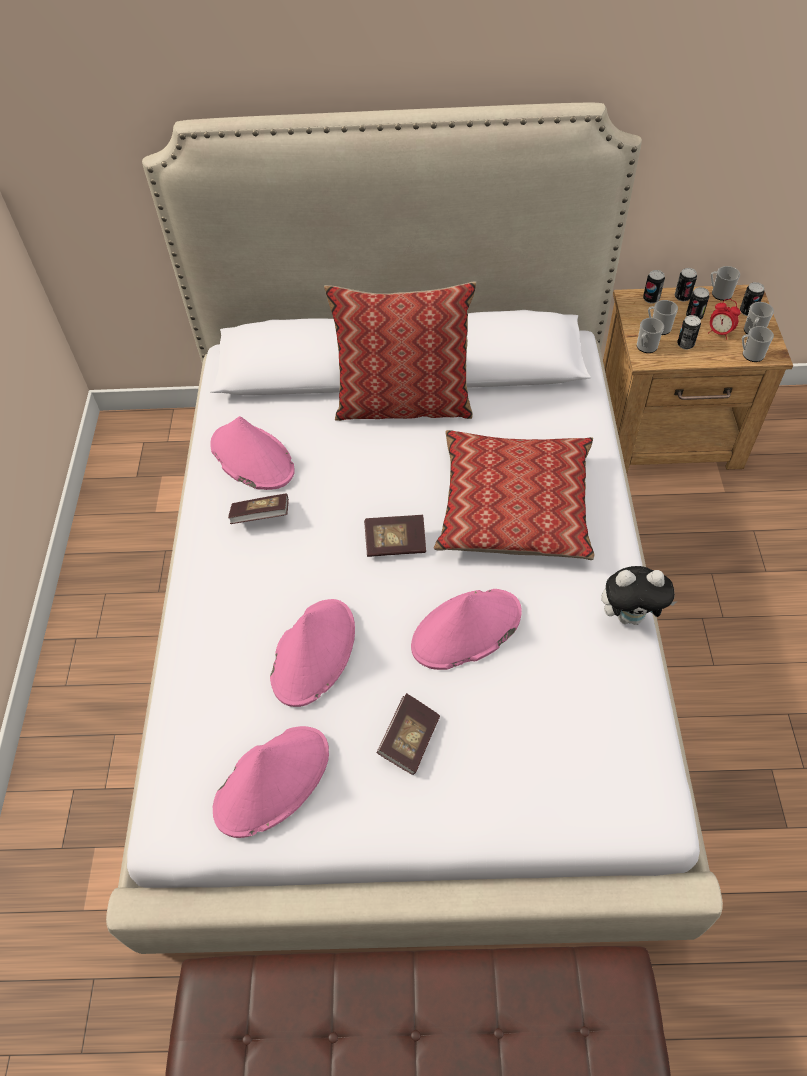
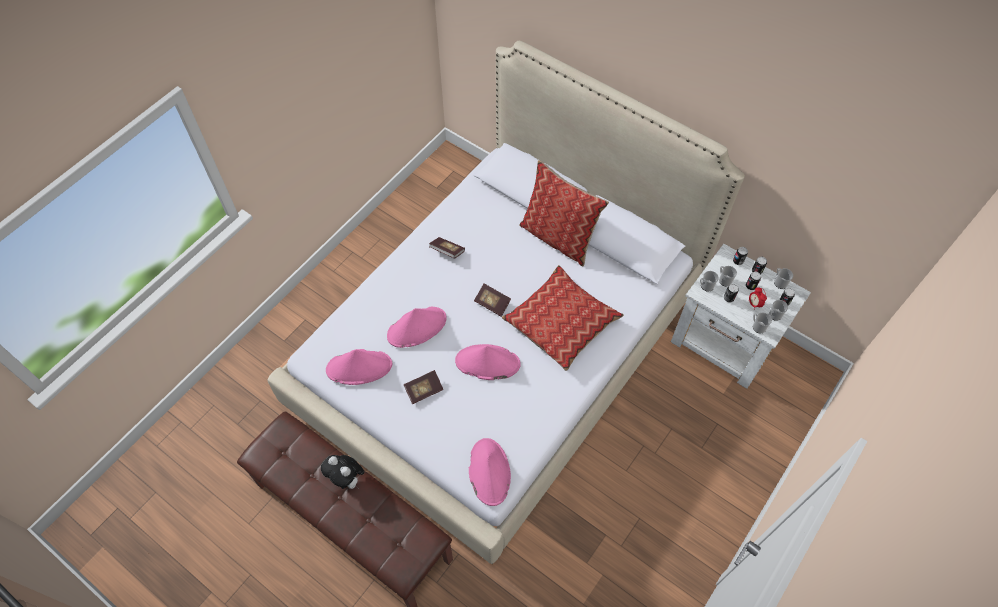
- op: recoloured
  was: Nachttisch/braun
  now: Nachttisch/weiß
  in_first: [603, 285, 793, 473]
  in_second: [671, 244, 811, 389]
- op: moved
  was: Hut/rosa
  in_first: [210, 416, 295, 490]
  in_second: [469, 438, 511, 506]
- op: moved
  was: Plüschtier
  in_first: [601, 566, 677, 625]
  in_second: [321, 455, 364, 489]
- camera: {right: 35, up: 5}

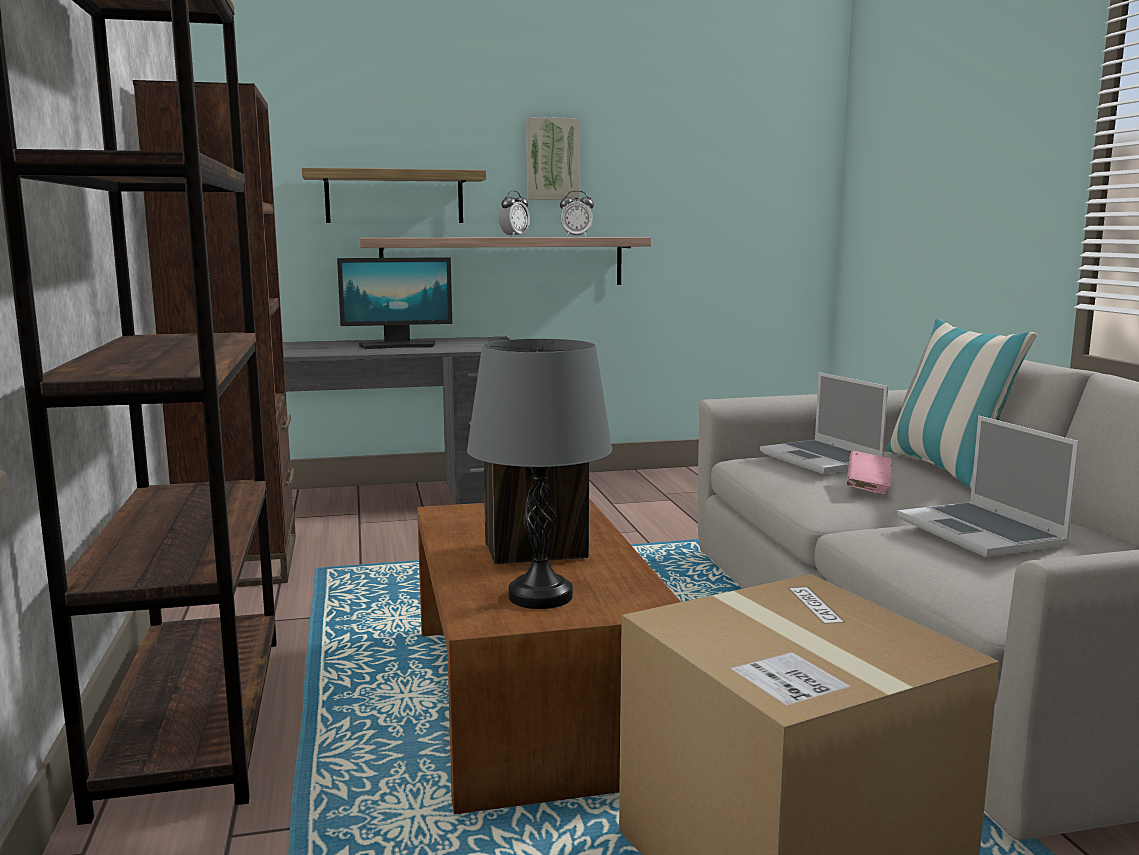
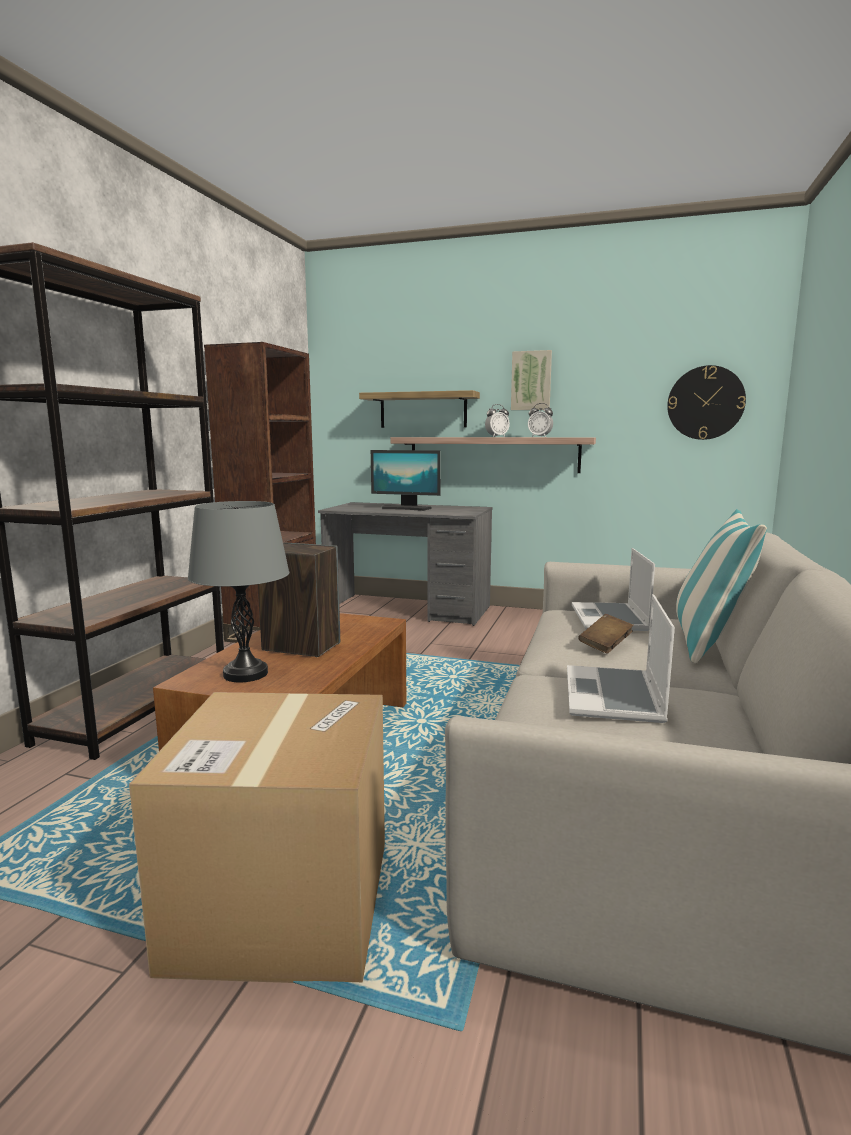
- op: recoloured
  was: Buch/rosa
  now: Buch/braun
  in_first: [847, 451, 892, 495]
  in_second: [579, 614, 634, 653]
- op: added
  now: Wanduhr
  in_second: [667, 365, 746, 440]
- camera: {right: 30, up: 0}

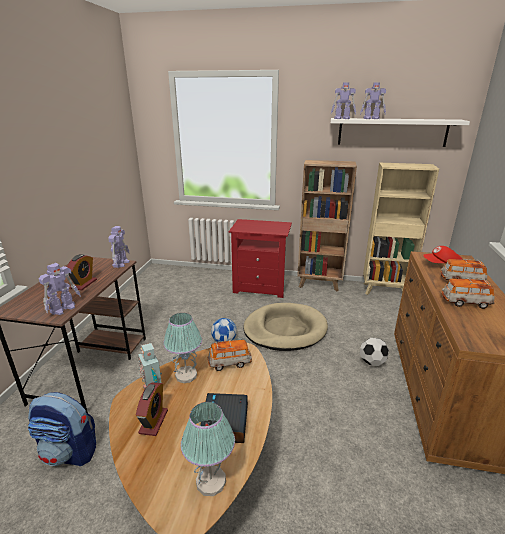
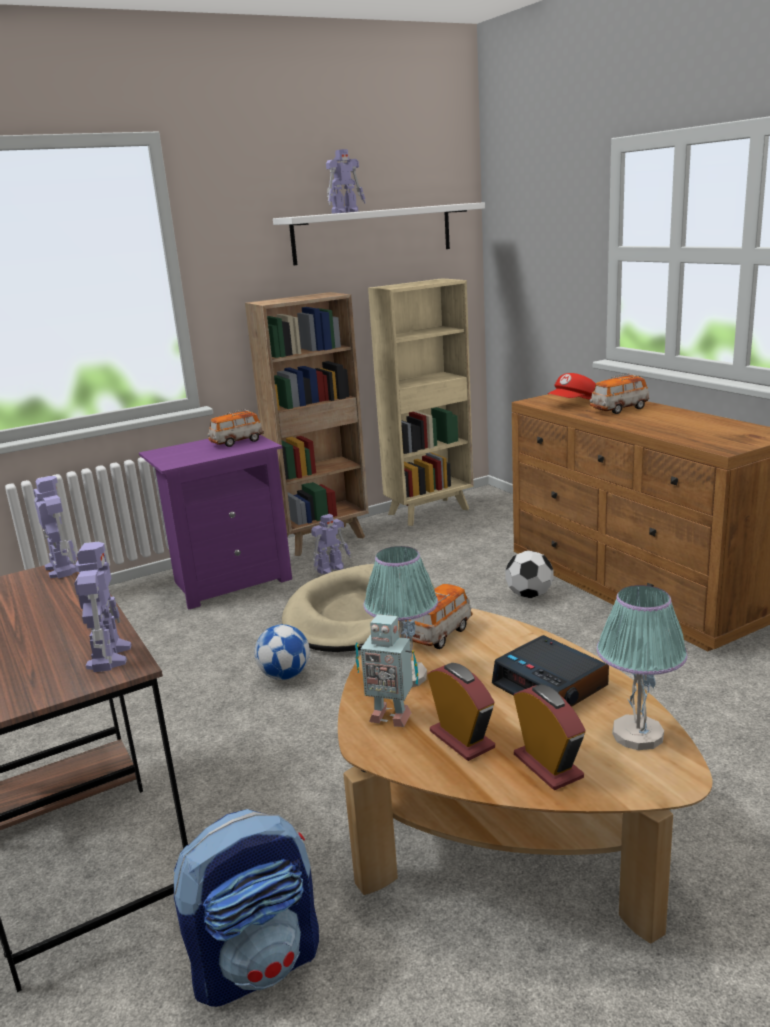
- op: moved
  was: Spielzeugroboter
  in_first: [331, 82, 356, 119]
  in_second: [311, 514, 351, 574]
- op: recoloured
  was: Nachttisch/rot
  now: Nachttisch/lila
  in_first: [229, 219, 292, 298]
  in_second: [139, 435, 292, 610]
- op: moved
  was: Wecker
  in_first: [67, 254, 97, 290]
  in_second: [514, 684, 586, 790]
- op: moved
  was: Spielzeugauto
  in_first: [442, 278, 495, 309]
  in_second: [208, 409, 264, 447]
- camera: {right: -40, up: -5}

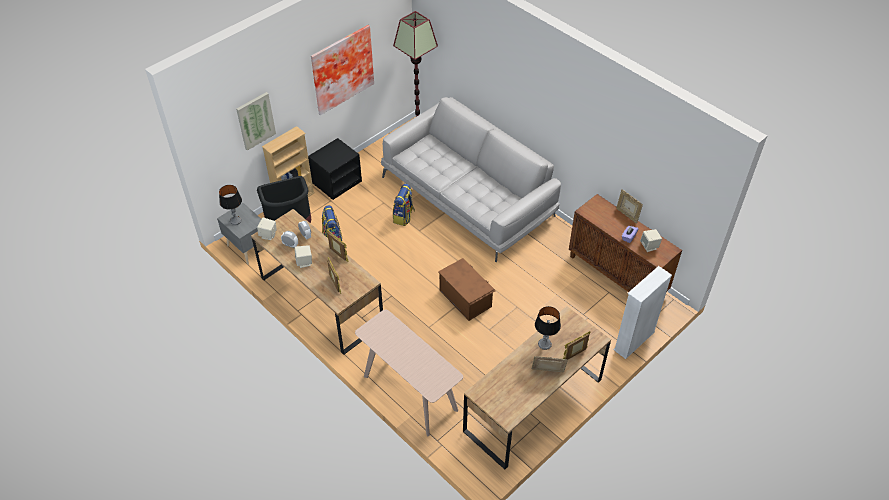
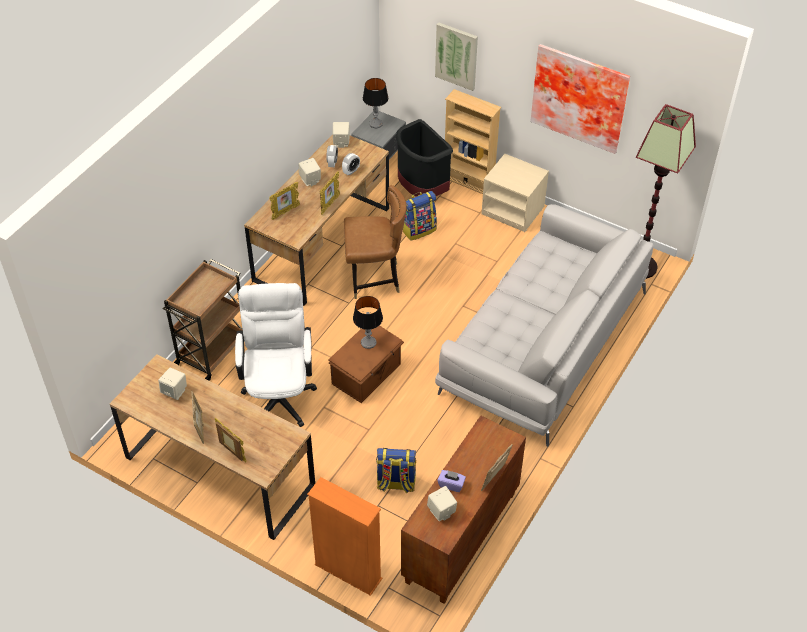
- op: recoloured
  was: Nachttisch/schwarz
  now: Nachttisch/beige
  in_first: [308, 138, 362, 200]
  in_second: [482, 154, 549, 232]
- op: moved
  was: Rucksack
  in_first: [393, 183, 415, 226]
  in_second: [376, 448, 416, 494]
- op: recoloured
  was: Bücherregal/weiß
  now: Bücherregal/orange
  in_first: [613, 266, 672, 359]
  in_second: [307, 477, 383, 596]
- op: moved
  was: Tischlampe
  in_first: [535, 306, 561, 350]
  in_second: [353, 296, 383, 349]
- op: replaced
  was: Konsolentisch/beige
  now: Rollwagen/braun
  in_first: [355, 309, 463, 436]
  in_second: [163, 259, 244, 381]
- op: added
  now: Stuhl/braun
  in_second: [344, 185, 407, 299]
- op: added
  now: Bürostuhl/weiß
  in_second: [235, 283, 317, 427]
- op: added
  now: Lautsprecher/beige
  in_second: [158, 368, 187, 400]
- camera: {right: 75, up: 0}

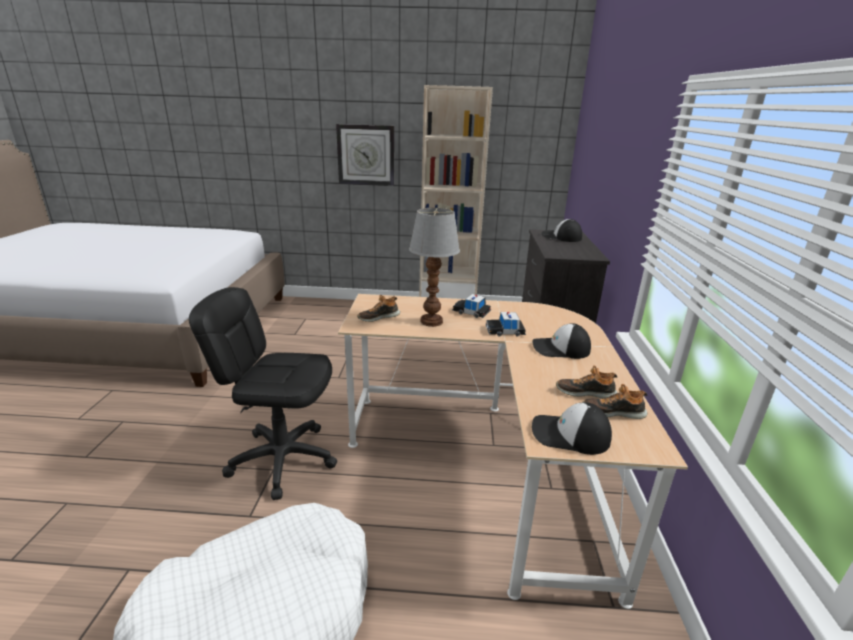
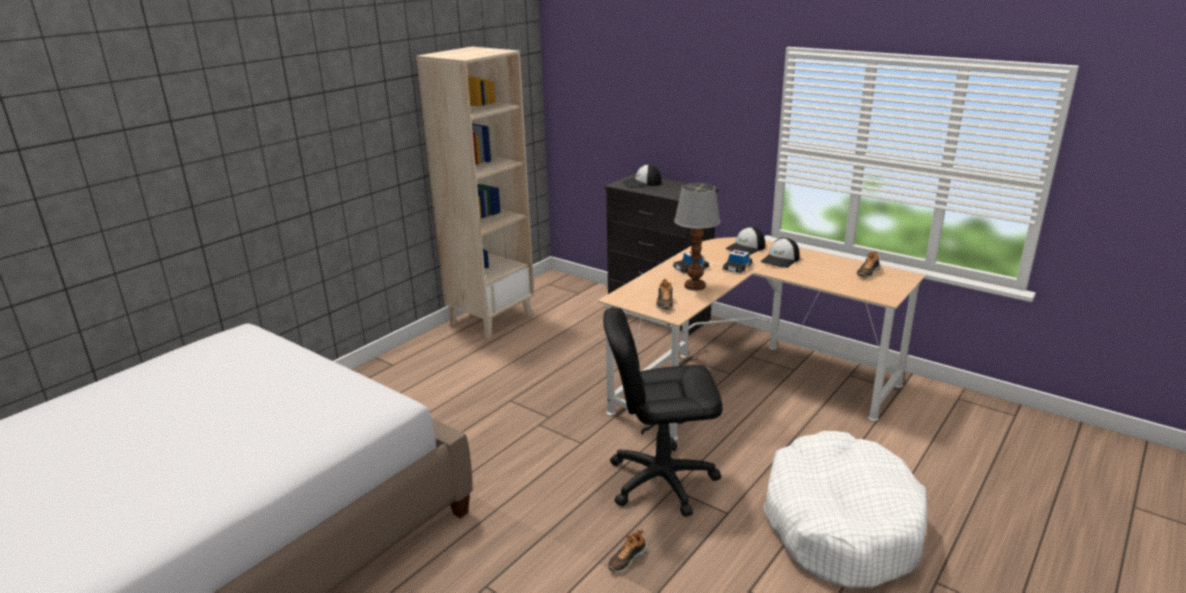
- op: removed
  was: Wanduhr
  in_first: [336, 124, 394, 186]
- op: turned
  was: Bürostuhl/schwarz
  in_first: [189, 287, 337, 500]
  in_second: [603, 308, 723, 517]
  clockwise: 45
- op: moved
  was: Schuh
  in_first: [556, 366, 617, 398]
  in_second: [608, 530, 648, 573]
- op: moved
  was: Kappe
  in_first: [532, 403, 612, 455]
  in_second: [725, 227, 765, 255]
- camera: {right: -55, up: 0}

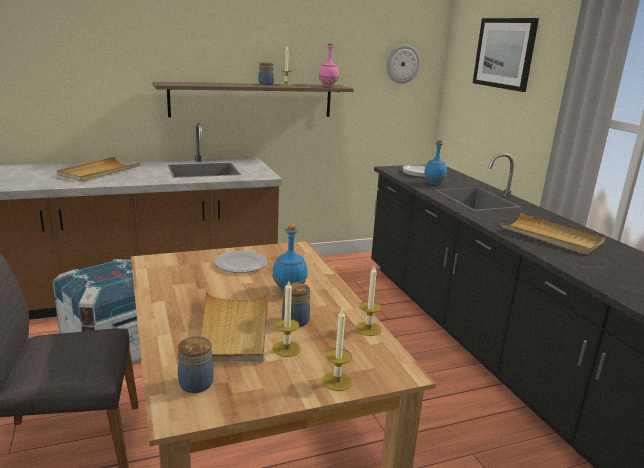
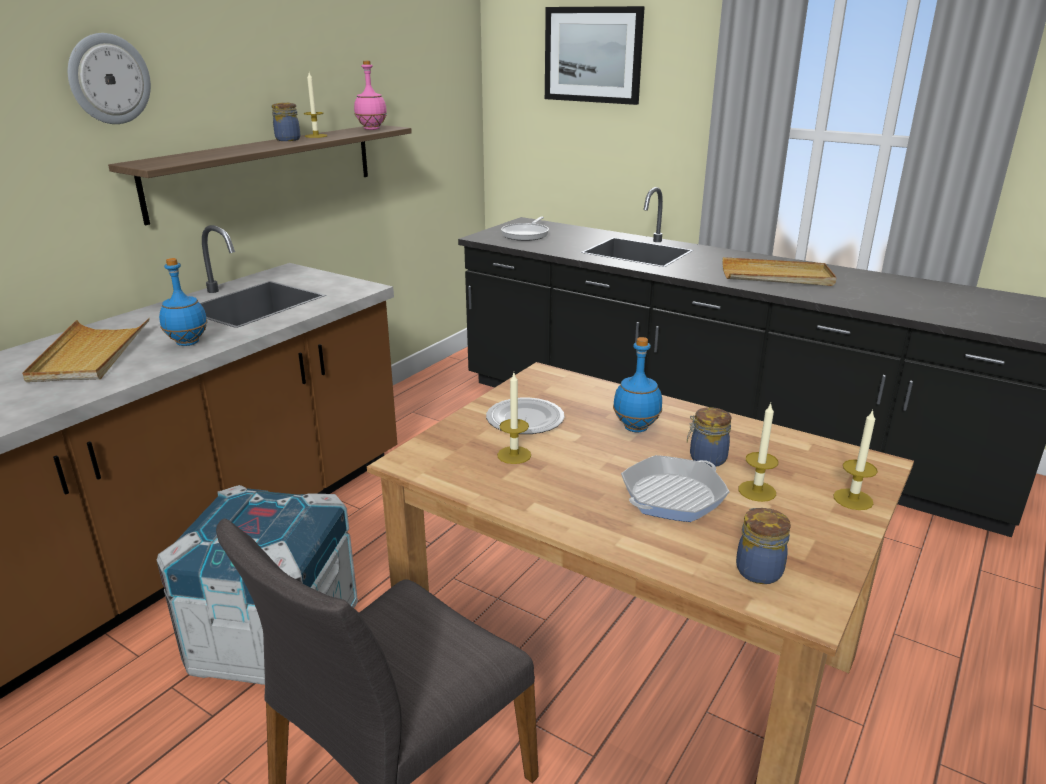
- op: moved
  was: Wanduhr
  in_first: [386, 44, 420, 84]
  in_second: [68, 33, 151, 124]
- op: moved
  was: Flasche/blau
  in_first: [424, 140, 447, 185]
  in_second: [159, 258, 207, 346]
- op: moved
  was: Kerze
  in_first: [356, 265, 382, 336]
  in_second: [497, 373, 531, 464]
- op: replaced
  was: Tablett/beige
  now: Pfanne
  in_first: [200, 291, 269, 362]
  in_second: [621, 455, 730, 522]
- camera: {right: -35, up: 5}

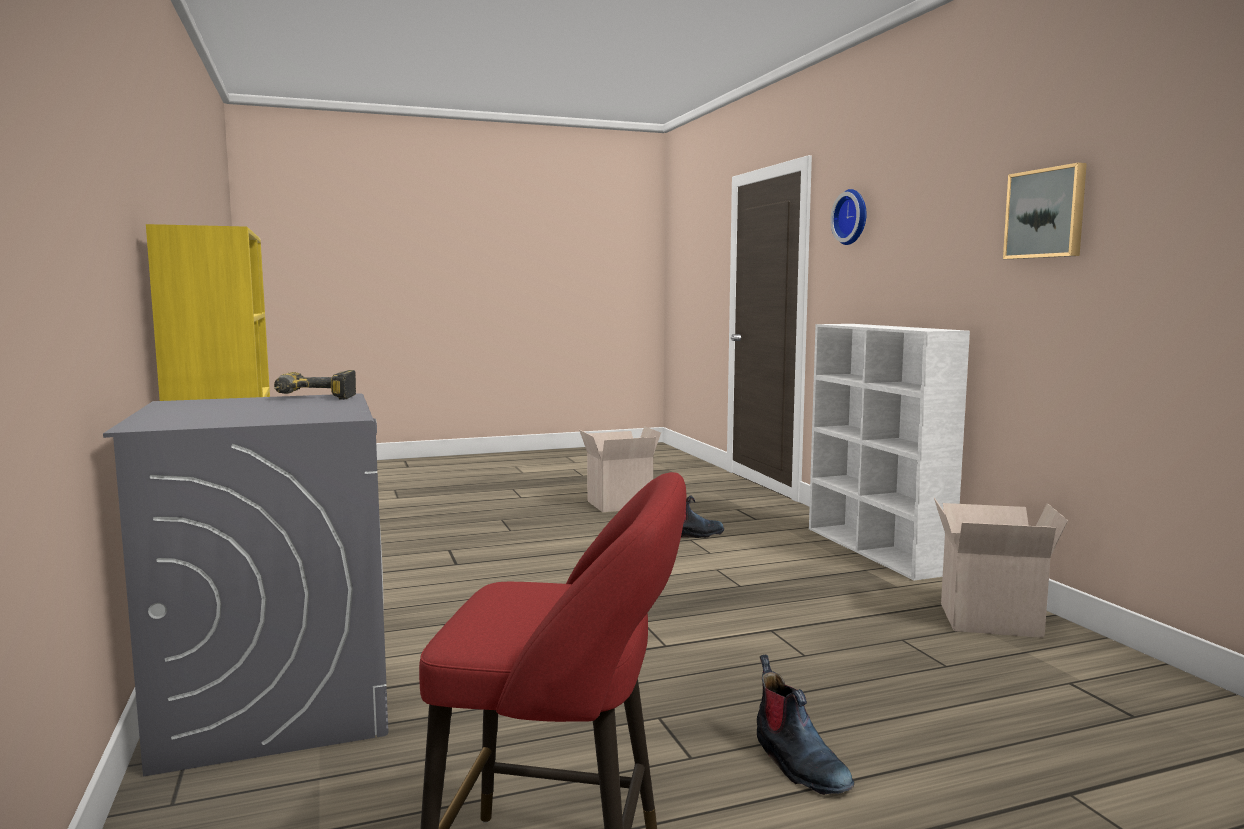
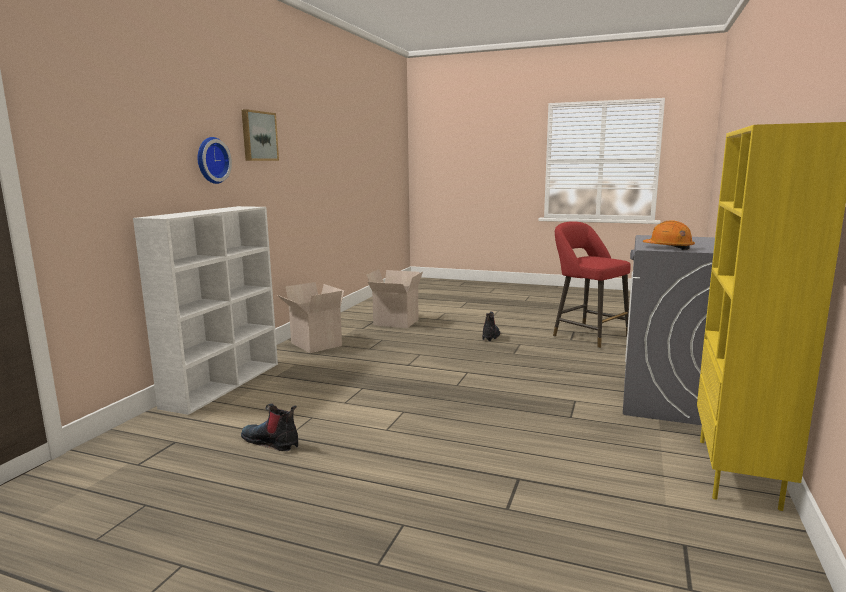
- op: moved
  was: Wanduhr
  in_first: [830, 189, 867, 245]
  in_second: [198, 137, 232, 184]
- op: replaced
  was: Bohrmaschine
  now: Schutzhelm/orange
  in_first: [274, 370, 356, 400]
  in_second: [643, 220, 695, 250]
- op: moved
  was: Karton
  in_first: [579, 426, 661, 512]
  in_second: [366, 269, 423, 328]
- camera: {right: -140, up: 5}

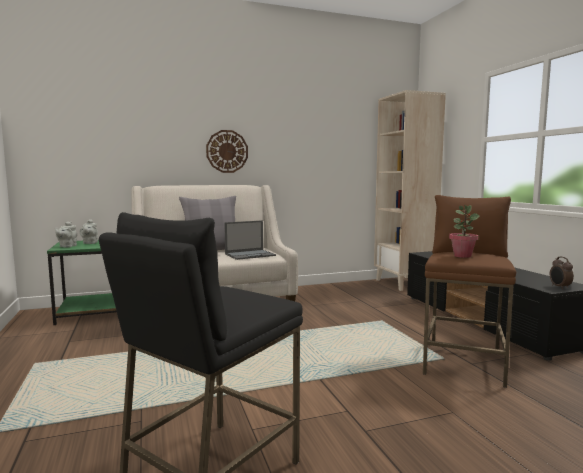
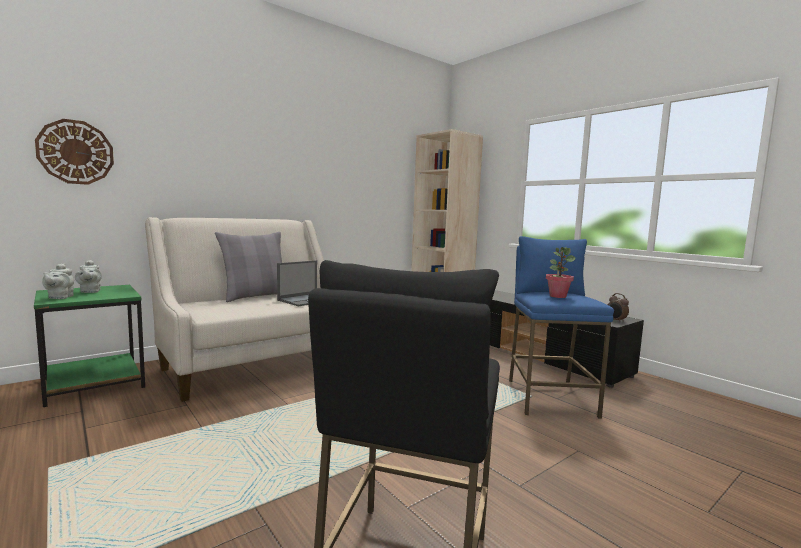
- op: moved
  was: Wanduhr
  in_first: [206, 130, 248, 173]
  in_second: [35, 119, 114, 185]
- op: recoloured
  was: Hocker/braun
  now: Hocker/blau
  in_first: [423, 195, 516, 388]
  in_second: [509, 236, 614, 419]
- camera: {right: -20, up: 0}

